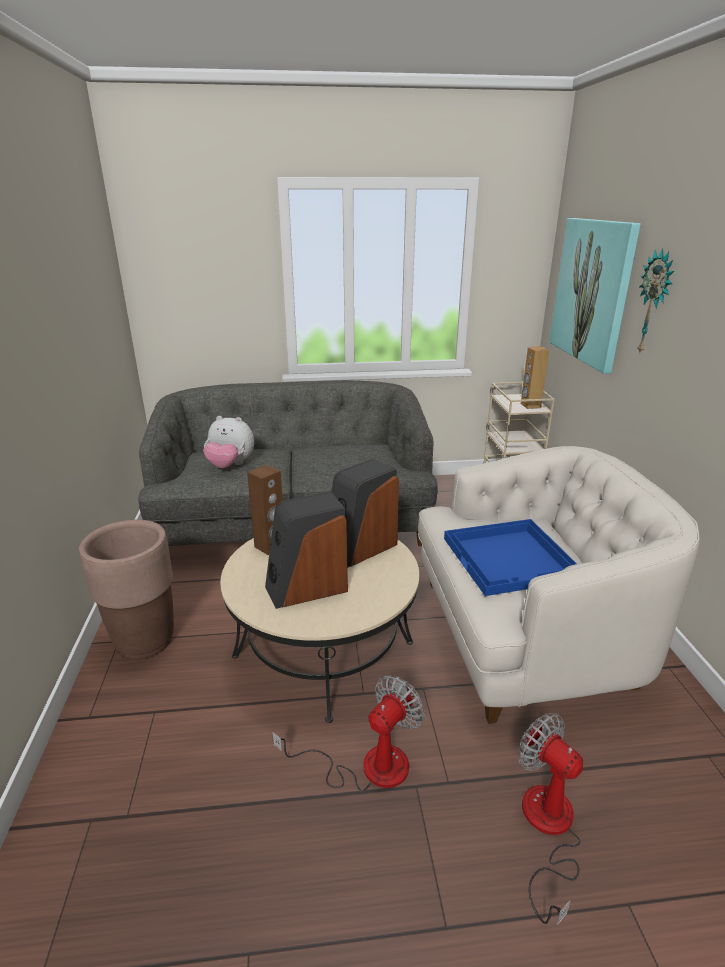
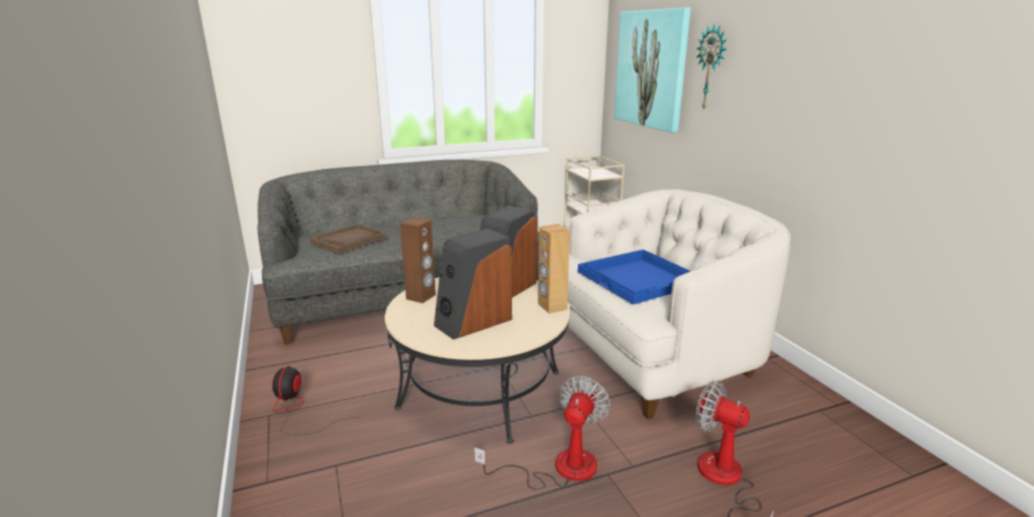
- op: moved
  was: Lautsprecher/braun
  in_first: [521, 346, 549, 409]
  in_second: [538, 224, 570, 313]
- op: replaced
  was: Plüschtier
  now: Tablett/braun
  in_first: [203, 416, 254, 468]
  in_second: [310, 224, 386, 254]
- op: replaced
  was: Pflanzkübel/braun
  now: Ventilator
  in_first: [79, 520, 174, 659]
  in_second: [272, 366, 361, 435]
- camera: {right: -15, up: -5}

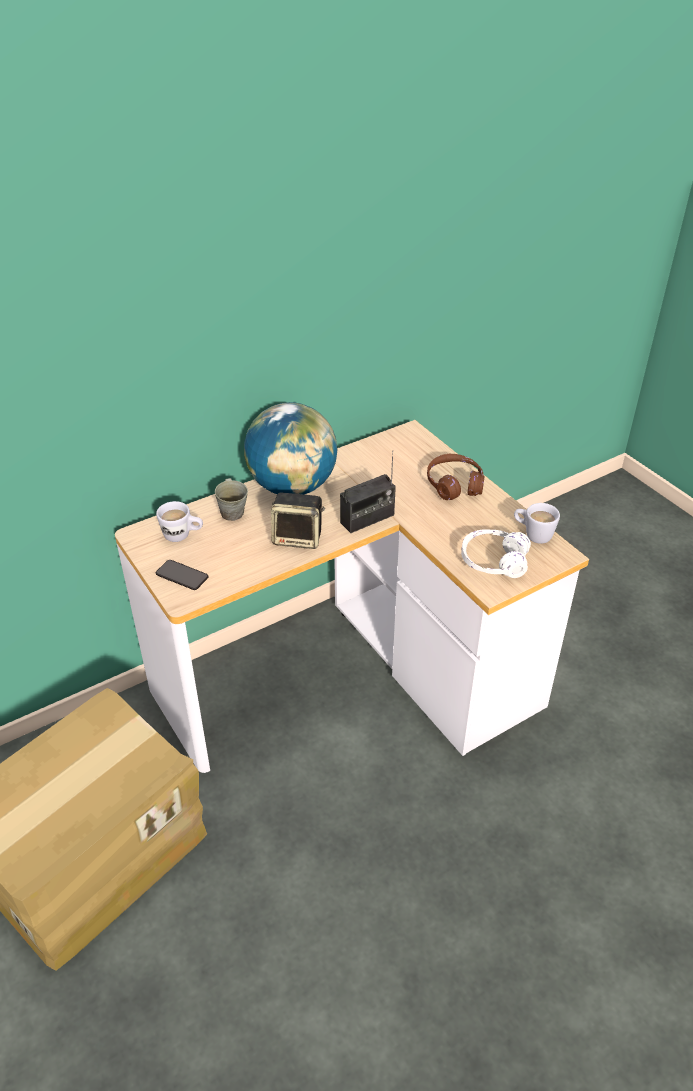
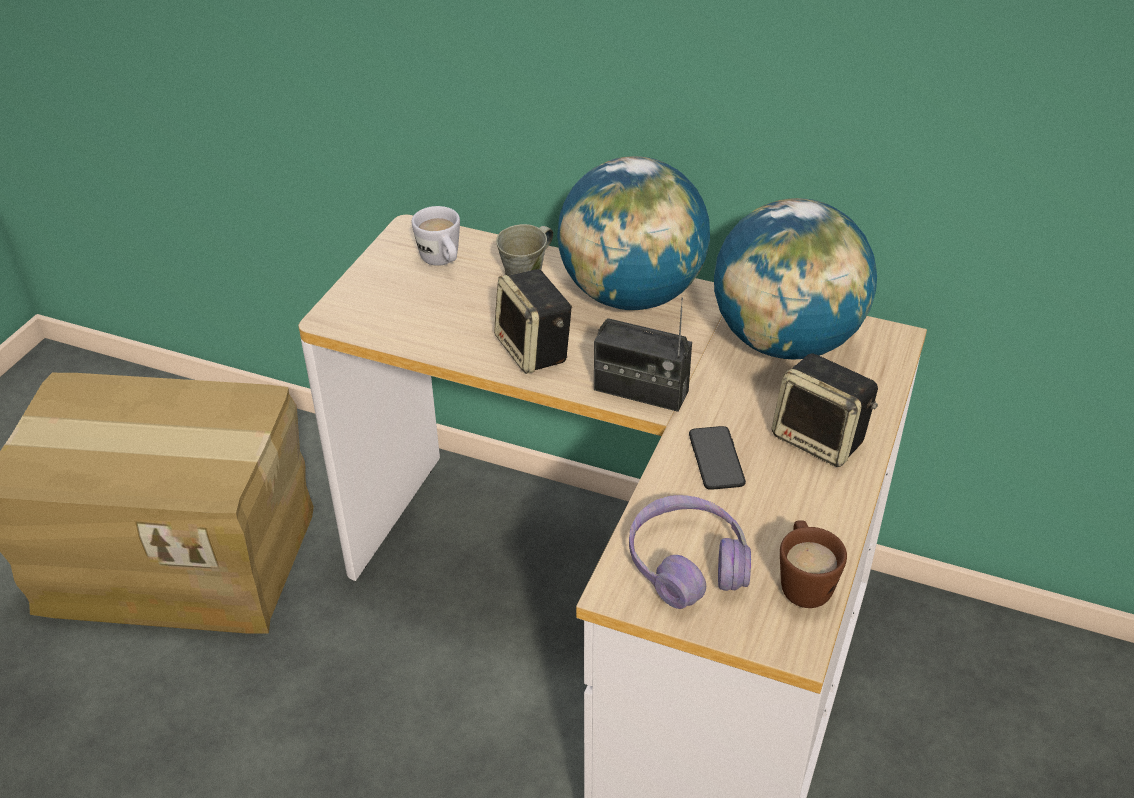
- op: replaced
  was: Kopfhörer/braun
  now: Lautsprecher
  in_first: [427, 454, 485, 500]
  in_second: [772, 353, 878, 467]
- op: recoloured
  was: Henkelbecher/weiß
  now: Henkelbecher/braun
  in_first: [514, 503, 560, 544]
  in_second: [780, 520, 847, 608]
- op: recoloured
  was: Kopfhörer/weiß
  now: Kopfhörer/lila
  in_first: [461, 529, 531, 578]
  in_second: [629, 495, 751, 609]
- op: moved
  was: Handy
  in_first: [156, 560, 208, 590]
  in_second: [689, 426, 746, 490]
- op: added
  now: Globus
  in_second: [714, 198, 877, 359]
- camera: {right: 55, up: 0}

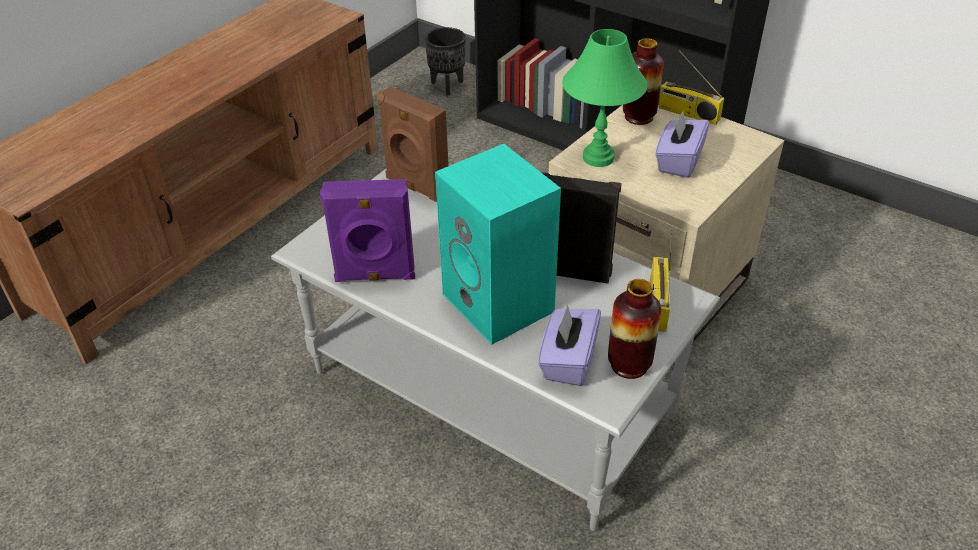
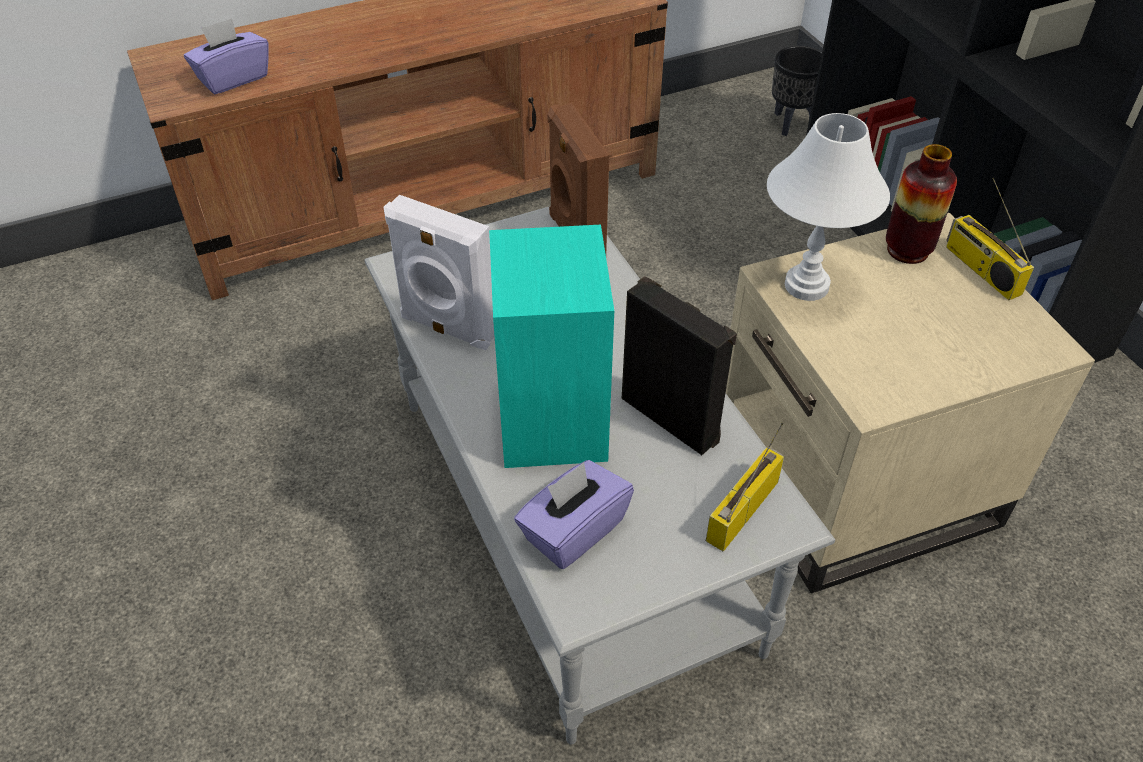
- op: recoloured
  was: Tischlampe/grün
  now: Tischlampe/weiß
  in_first: [562, 29, 648, 167]
  in_second: [767, 113, 890, 301]
- op: moved
  was: Taschentuchbox/lila
  in_first: [655, 112, 710, 178]
  in_second: [184, 18, 269, 94]
- op: recoloured
  was: Lautsprecher/lila
  now: Lautsprecher/weiß
  in_first: [320, 179, 415, 282]
  in_second: [383, 195, 495, 350]
- op: removed
  was: Vase
  in_first: [608, 279, 661, 379]
- camera: {right: 30, up: 5}

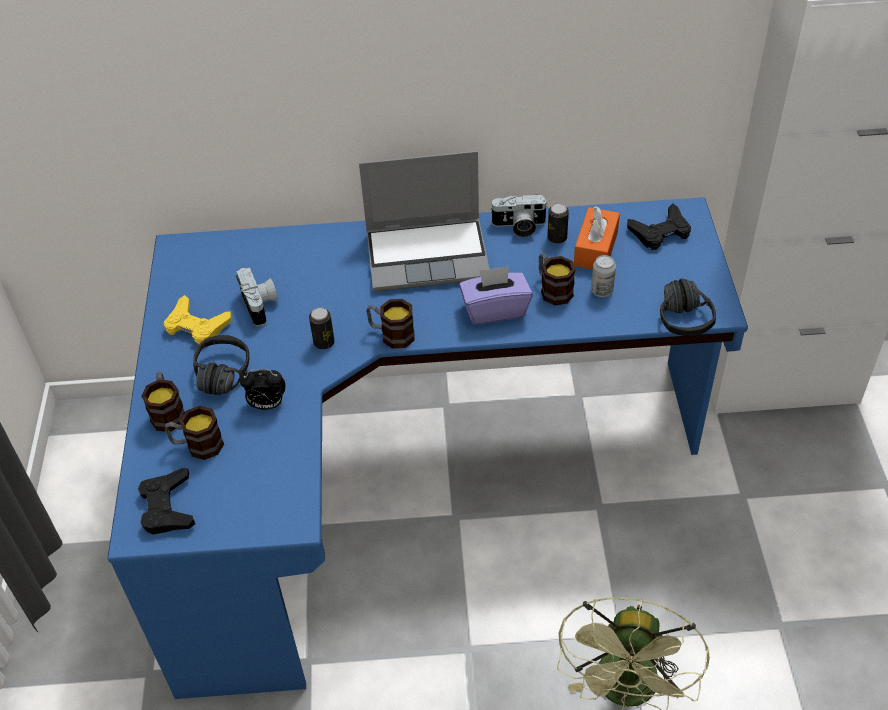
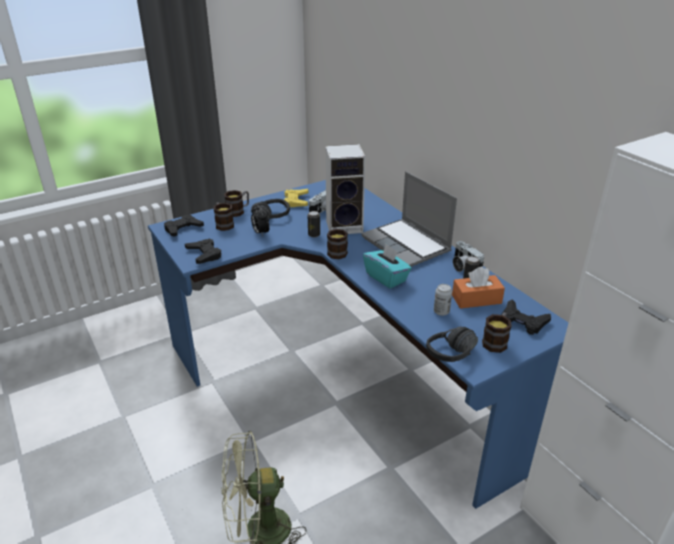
- op: moved
  was: Henkelbecher
  in_first: [539, 253, 575, 306]
  in_second: [482, 312, 512, 353]
- op: recoloured
  was: Taschentuchbox/lila
  now: Taschentuchbox/türkis
  in_first: [459, 266, 533, 325]
  in_second: [363, 244, 412, 289]
- op: added
  now: Lautsprecher
  in_second: [325, 144, 365, 234]
- op: added
  now: Gamepad/schwarz
  in_second: [185, 239, 221, 264]
- camera: {right: 60, up: -15}

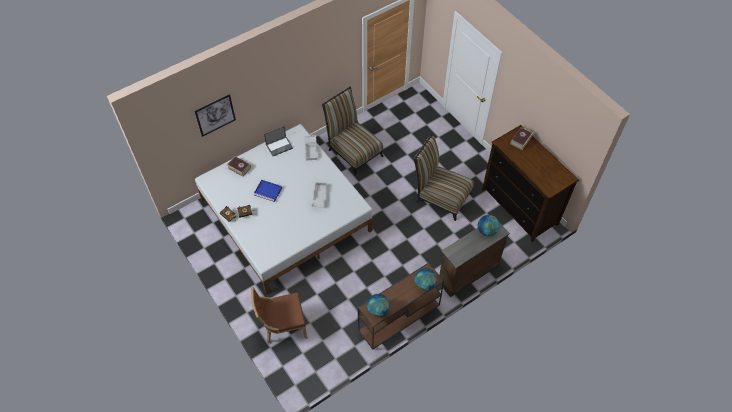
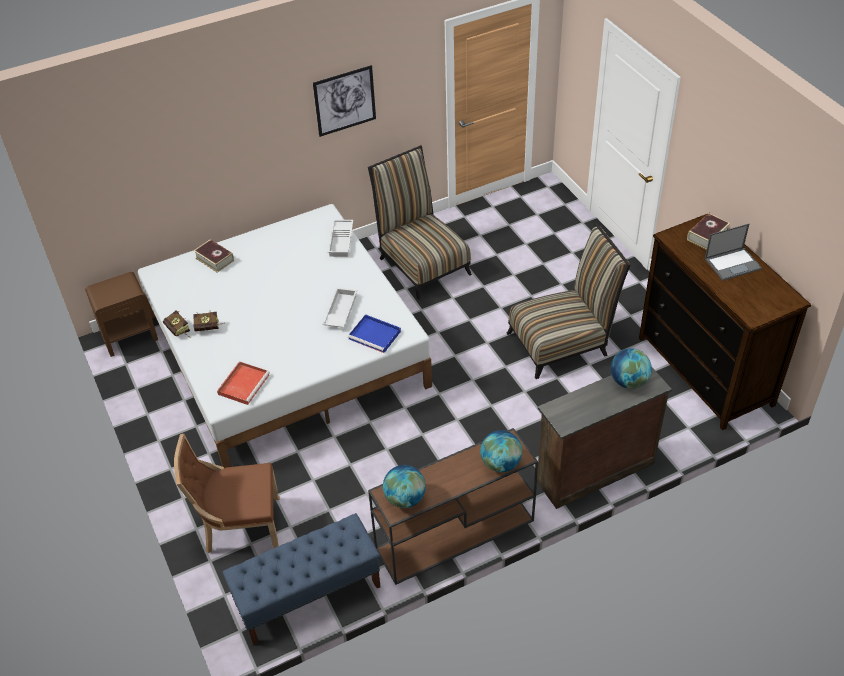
- op: moved
  was: Bild
  in_first: [194, 94, 236, 137]
  in_second: [313, 65, 376, 137]
- op: moved
  was: Laptop
  in_first: [264, 126, 293, 156]
  in_second: [705, 224, 762, 281]
- op: turned
  was: Stuhl
  in_first: [414, 133, 474, 221]
  in_second: [506, 223, 631, 379]
  clockwise: 120
- op: moved
  was: Tablett/blau
  in_first: [253, 180, 282, 202]
  in_second: [348, 314, 401, 353]
- op: added
  now: Nachttisch/braun
  in_second: [85, 272, 158, 357]
- op: added
  now: Tablett/rot
  in_second: [217, 361, 270, 405]
- op: added
  now: Bank/blau
  in_second: [223, 513, 381, 645]
- camera: {right: 10, up: -10}

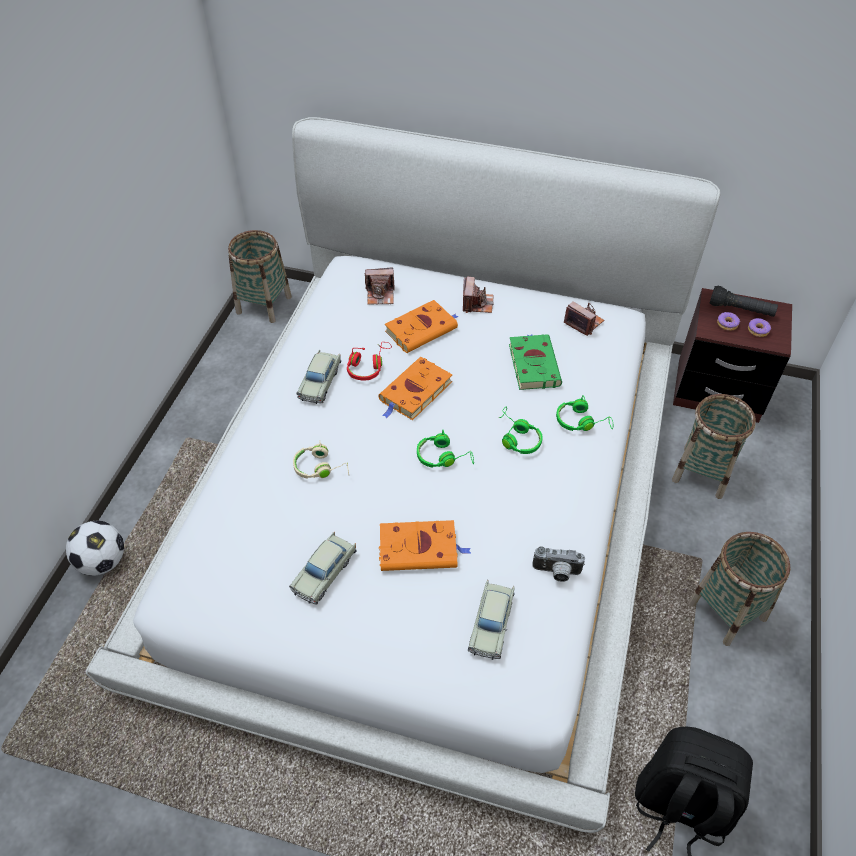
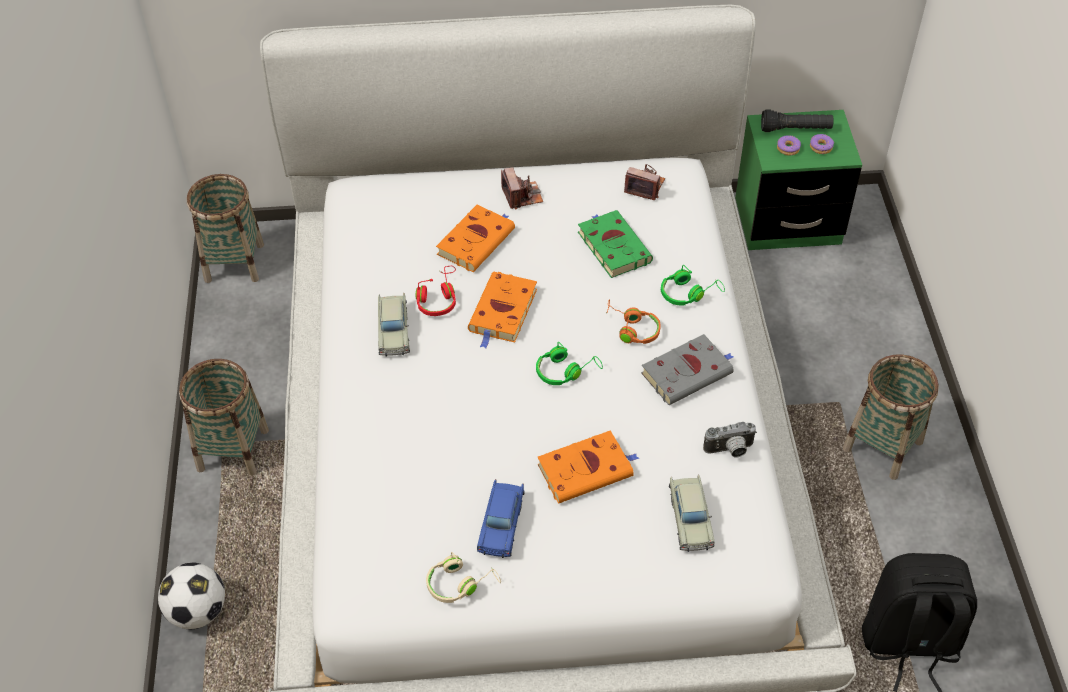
- op: removed
  was: Kamera
  in_first: [365, 268, 394, 305]
- op: recoloured
  was: Nachttisch/braun
  now: Nachttisch/grün
  in_first: [673, 288, 792, 423]
  in_second: [735, 110, 862, 250]
- op: moved
  was: Korb
  in_first: [672, 394, 756, 499]
  in_second: [179, 359, 269, 476]
- op: recoloured
  was: Kopfhörer/grün
  now: Kopfhörer/orange
  in_first: [499, 407, 543, 454]
  in_second: [606, 299, 661, 344]
- op: moved
  was: Kopfhörer/beige
  in_first: [293, 440, 349, 479]
  in_second: [426, 552, 501, 603]
- op: recoloured
  was: Spielzeugauto/beige
  now: Spielzeugauto/blau
  in_first: [289, 532, 357, 605]
  in_second: [477, 479, 525, 558]
- op: added
  now: Buch/grau
  in_second: [641, 334, 734, 405]
- camera: {right: -20, up: 0}

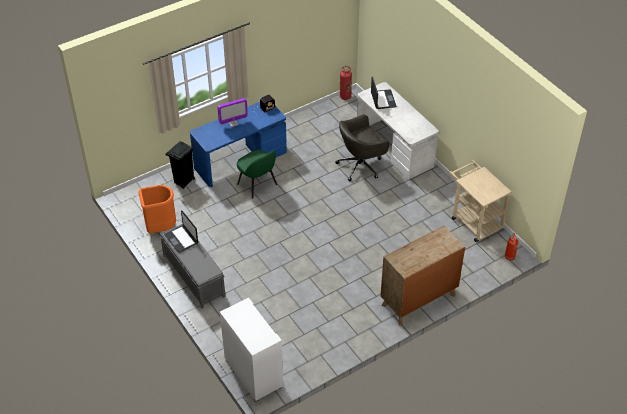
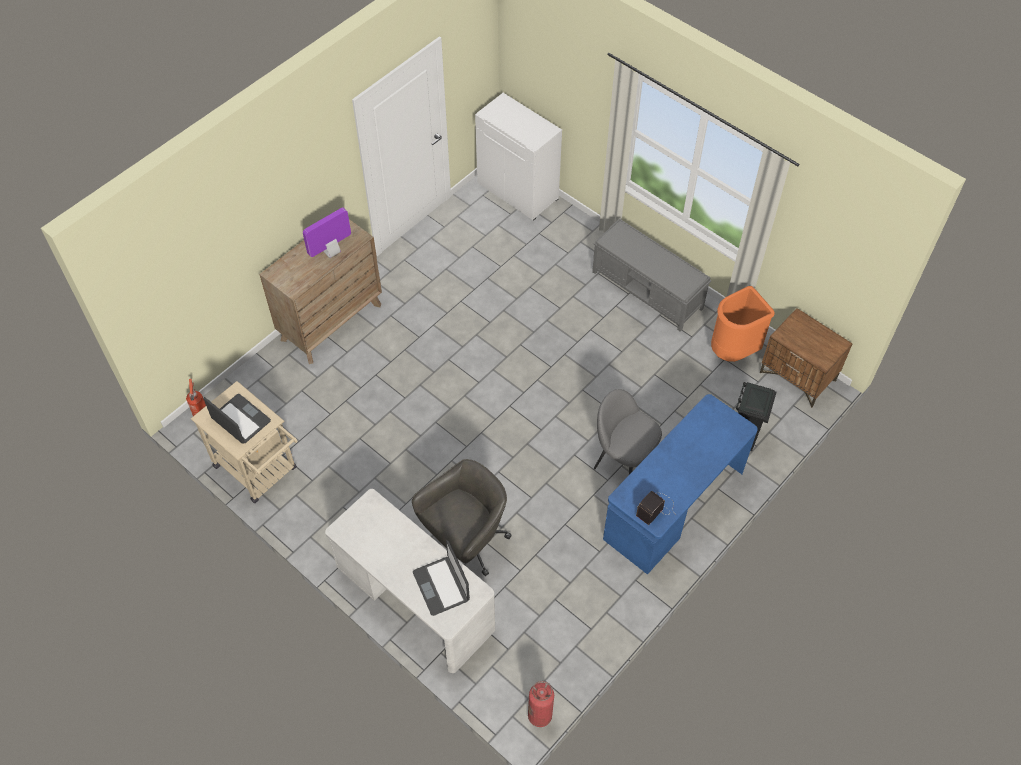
- op: moved
  was: Monitor
  in_first: [218, 98, 248, 127]
  in_second: [303, 208, 351, 258]
- op: recoloured
  was: Stuhl/grün
  now: Stuhl/grau
  in_first: [237, 150, 277, 199]
  in_second: [594, 389, 662, 475]
- op: moved
  was: Laptop
  in_first: [164, 211, 198, 253]
  in_second: [204, 394, 271, 444]
- op: added
  now: Nachttisch/braun
  in_second: [760, 308, 853, 408]
- camera: {right: 165, up: 10}

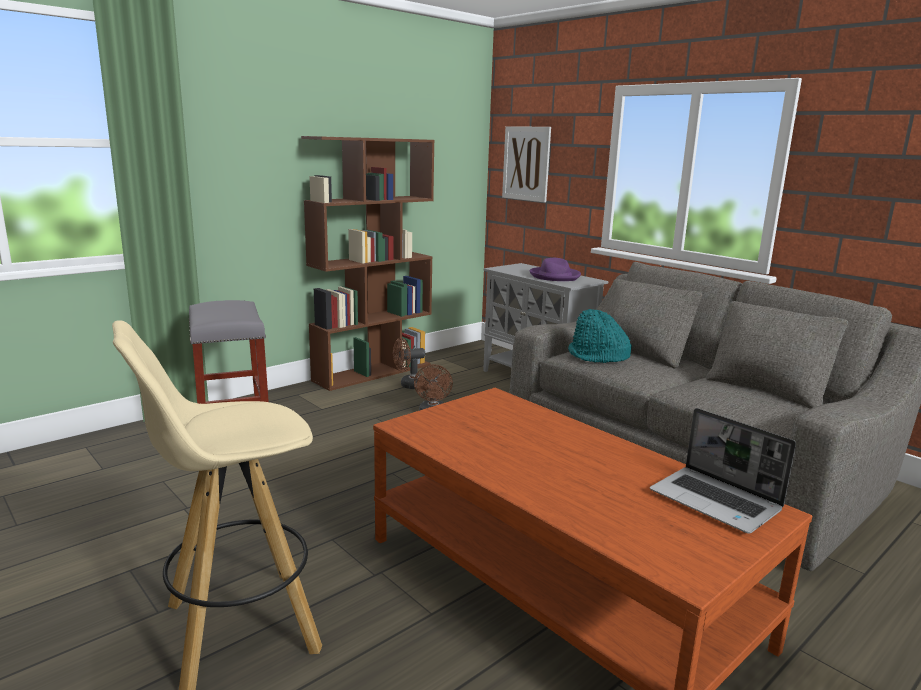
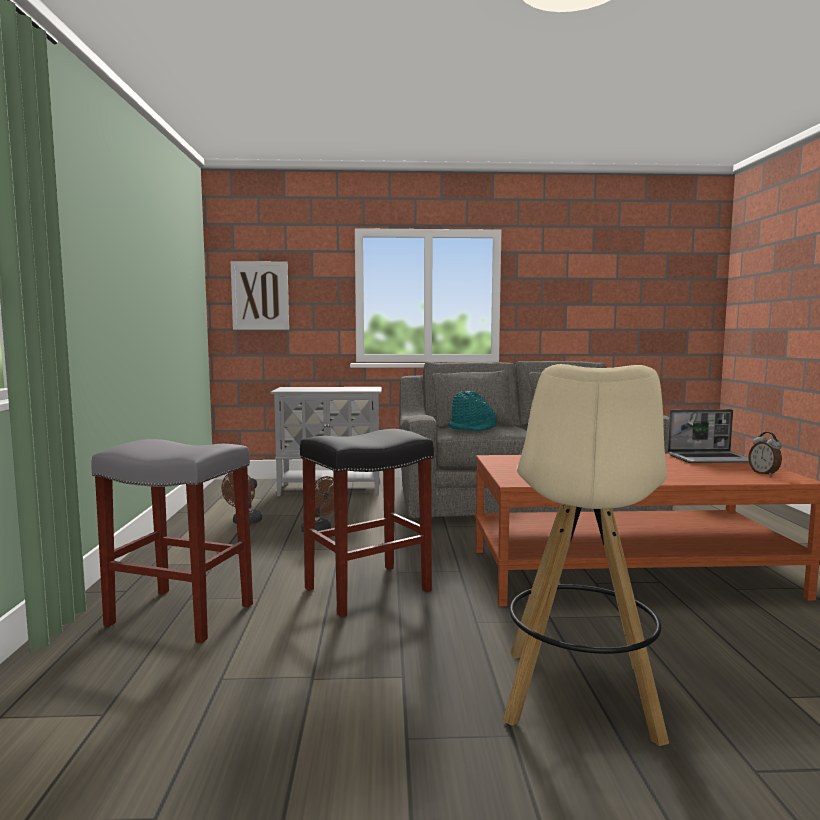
- op: removed
  was: Bücherregal/braun
  in_first: [301, 136, 435, 391]
- op: removed
  was: Hut/lila
  in_first: [530, 258, 581, 281]
- op: added
  now: Hocker/schwarz
  in_second: [300, 429, 434, 618]
- op: added
  now: Wecker
  in_second: [748, 432, 782, 476]
- camera: {right: -50, up: -10}

